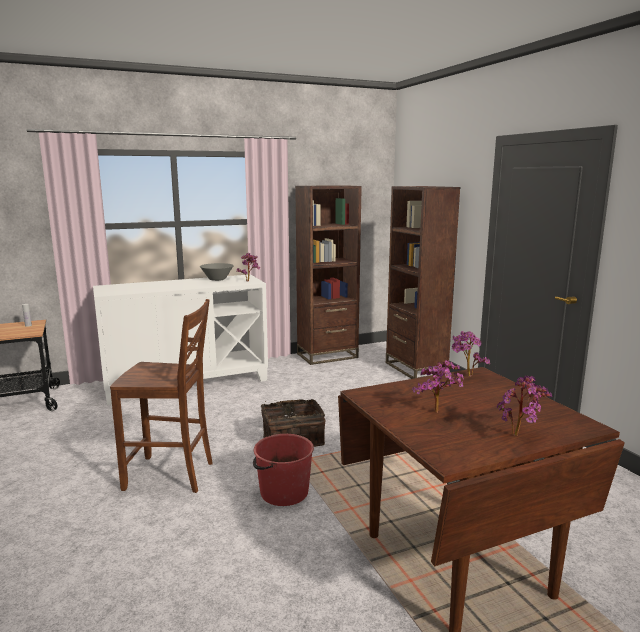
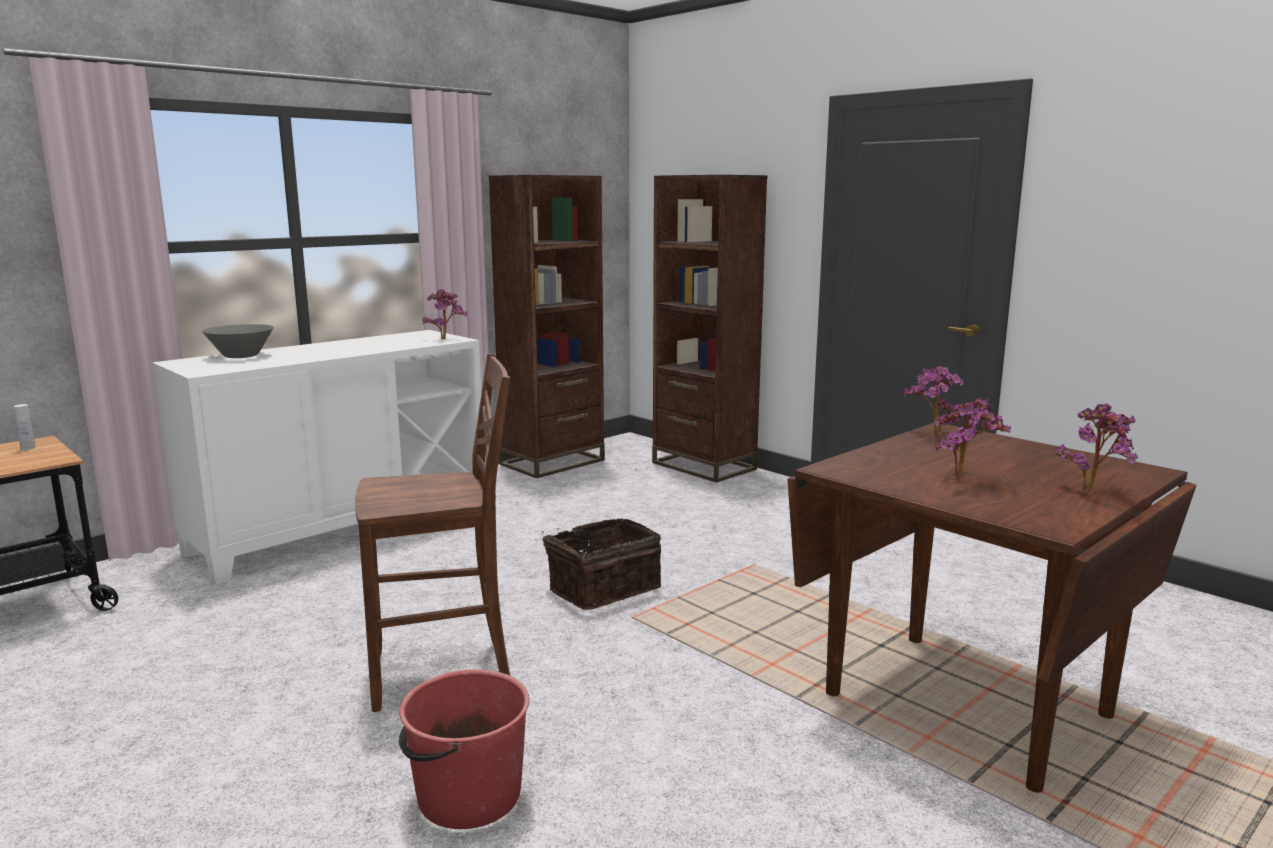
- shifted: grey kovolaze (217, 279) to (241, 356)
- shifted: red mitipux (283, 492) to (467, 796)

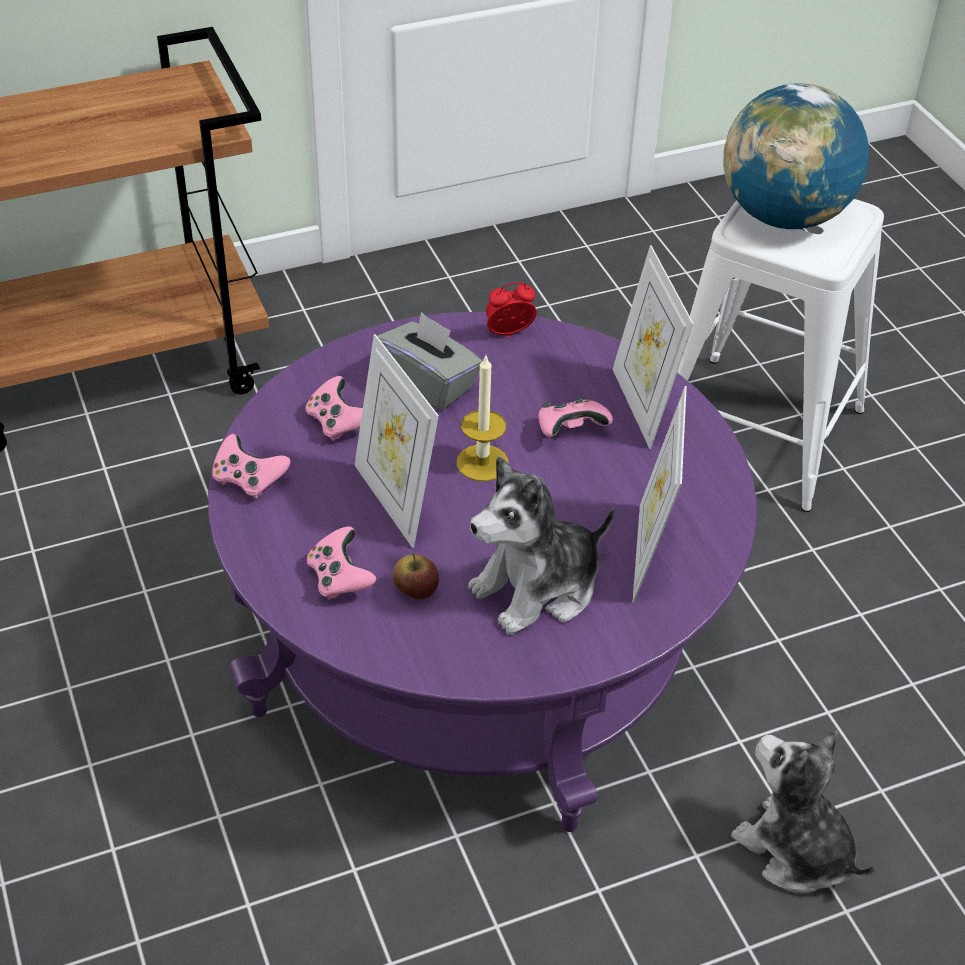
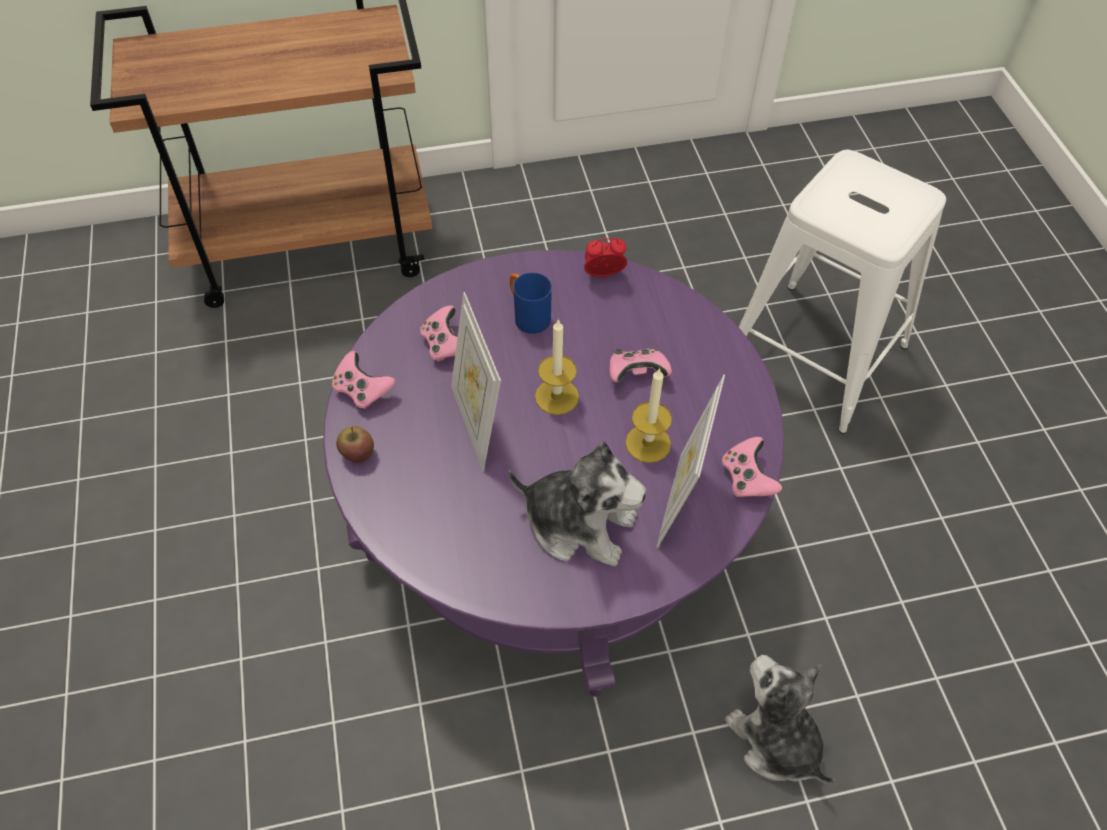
- gone: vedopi (643, 406)
- gone: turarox (784, 217)
- new: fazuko (648, 443)
- shifted: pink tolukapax (340, 579) to (747, 479)
- shifted: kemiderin (416, 590) to (357, 453)
- swapped: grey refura (428, 384) to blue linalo (527, 316)
- rotated: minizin (538, 588) = (579, 523) 135 degrees counterclockwise

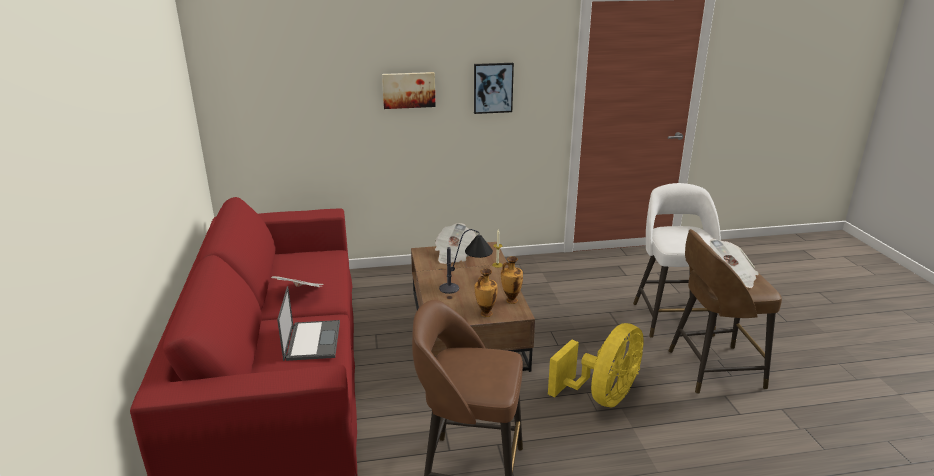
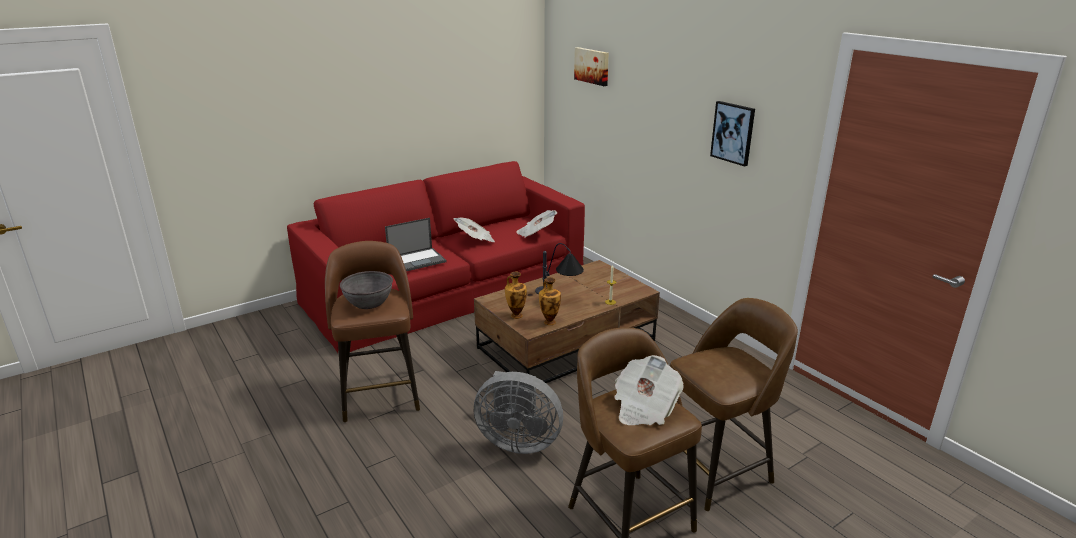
- new: grey kovolaze (369, 302)
- shifted: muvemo (408, 90) to (592, 66)
- shifted: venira (454, 254) to (536, 233)
- repainted: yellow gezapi (602, 396) to grey gezapi (518, 441)
- repainted: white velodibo (671, 317) to brown velodibo (716, 469)

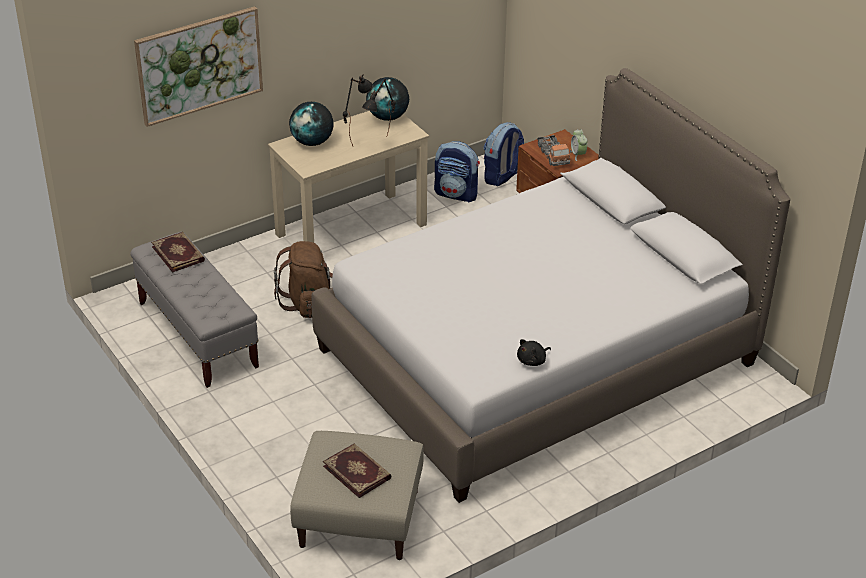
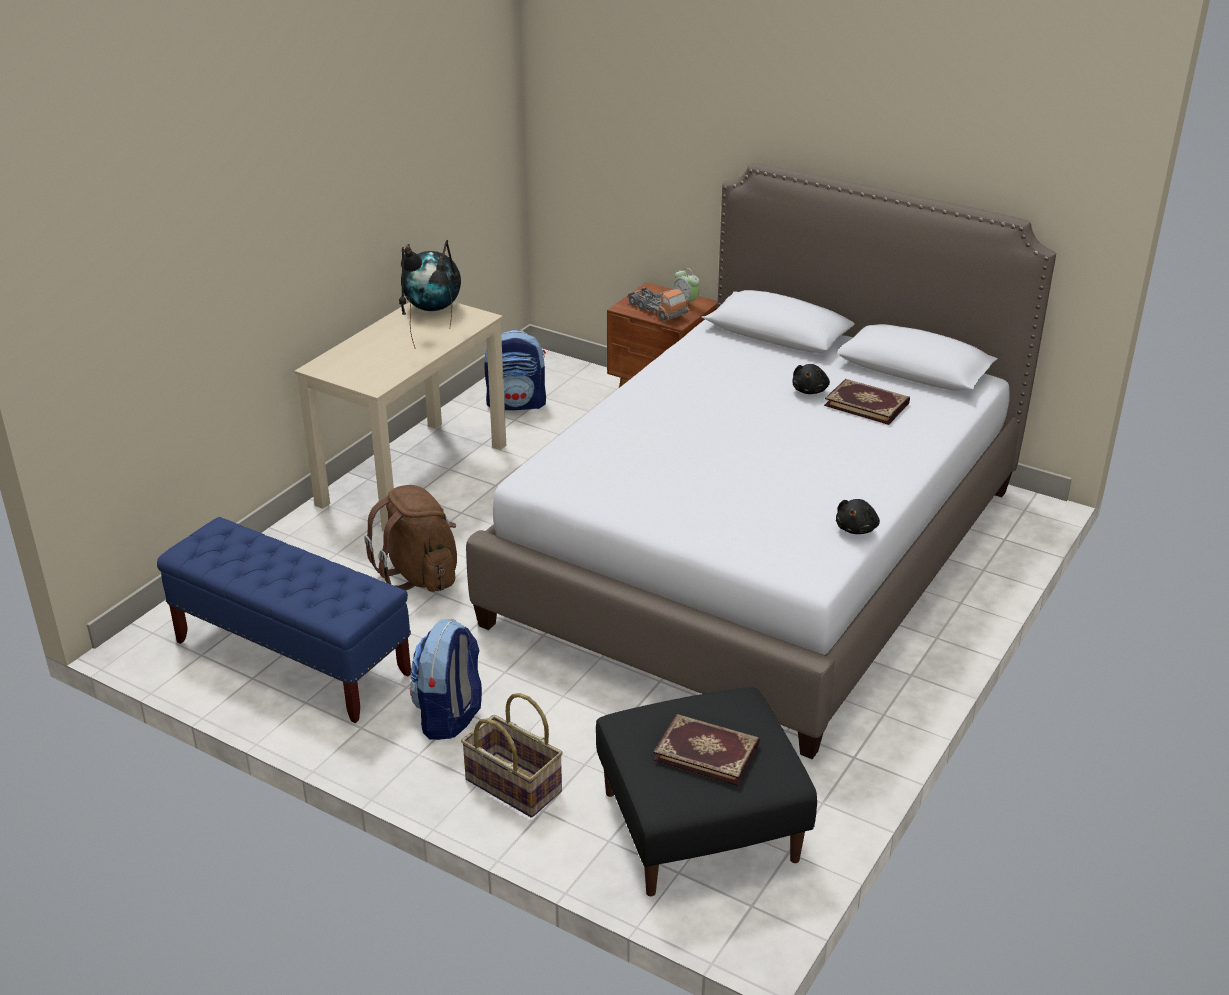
- gone: muvemo (199, 65)
- gone: turarox (312, 142)
- new: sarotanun (512, 786)
- new: black minizin (810, 390)
- shifted: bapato (179, 253) to (867, 404)
- shifted: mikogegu (502, 177) to (450, 716)
- repainted: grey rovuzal (197, 335) to blue rovuzal (292, 658)
- repainted: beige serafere (358, 518) to black serafere (699, 827)

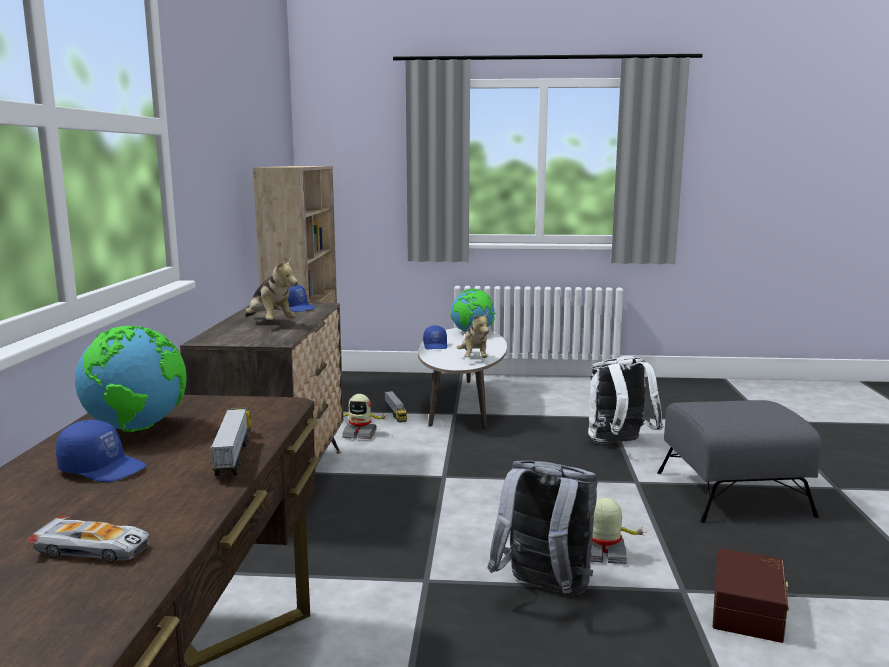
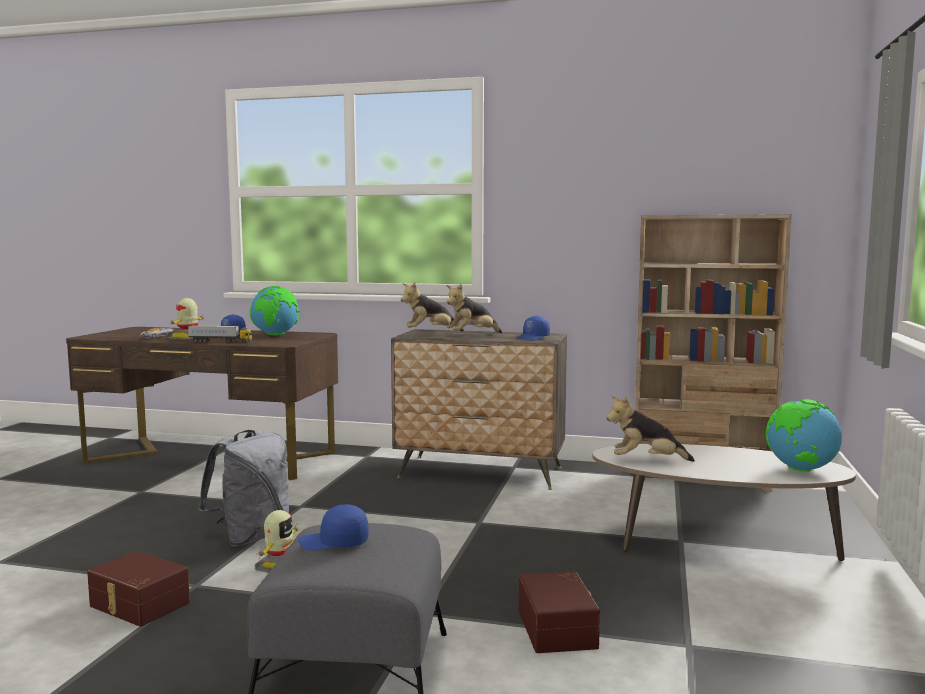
- gone: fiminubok (395, 413)
- new: minizin (430, 332)
- shifted: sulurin (360, 434) to (187, 338)
- shifted: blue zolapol (436, 346) to (333, 543)
- swapped: white mikogegu (619, 444) to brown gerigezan (559, 628)

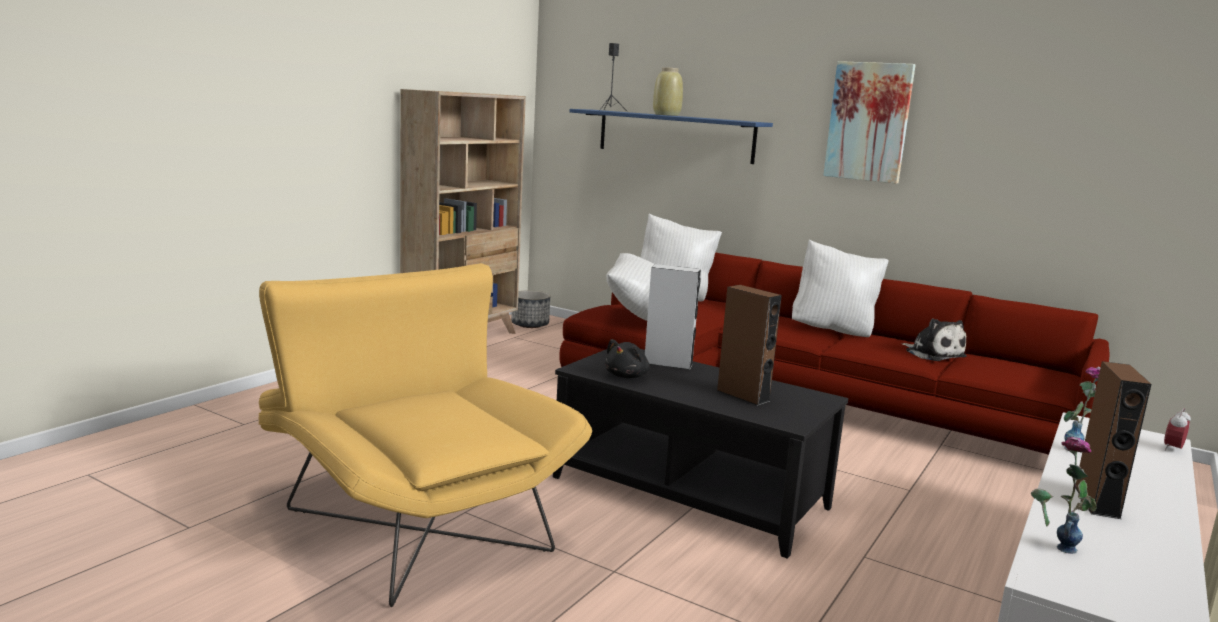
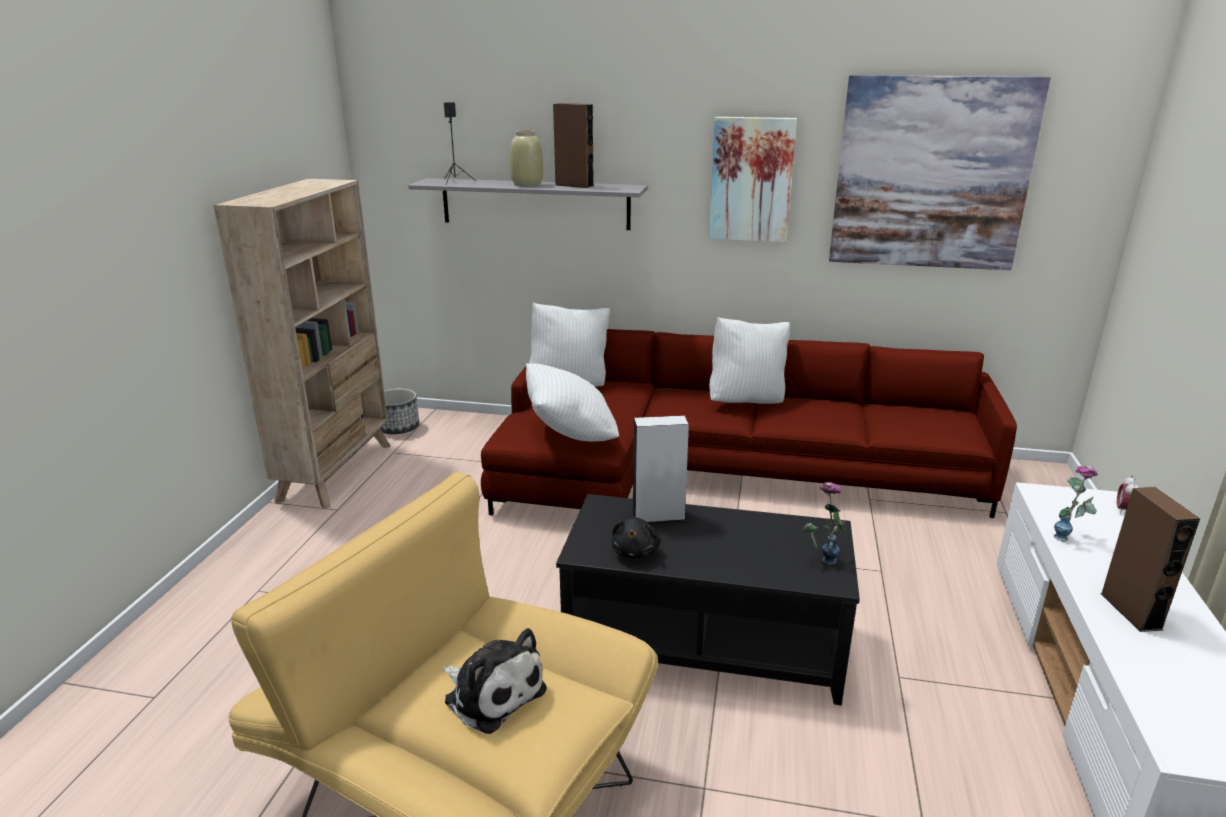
- new: muvemo (931, 174)
- shifted: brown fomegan (743, 396) to (574, 185)
- shifted: minizin (933, 354) to (492, 693)
- shifted: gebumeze (1051, 545) to (819, 560)
- repainted: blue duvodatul (675, 136) to grey duvodatul (535, 203)

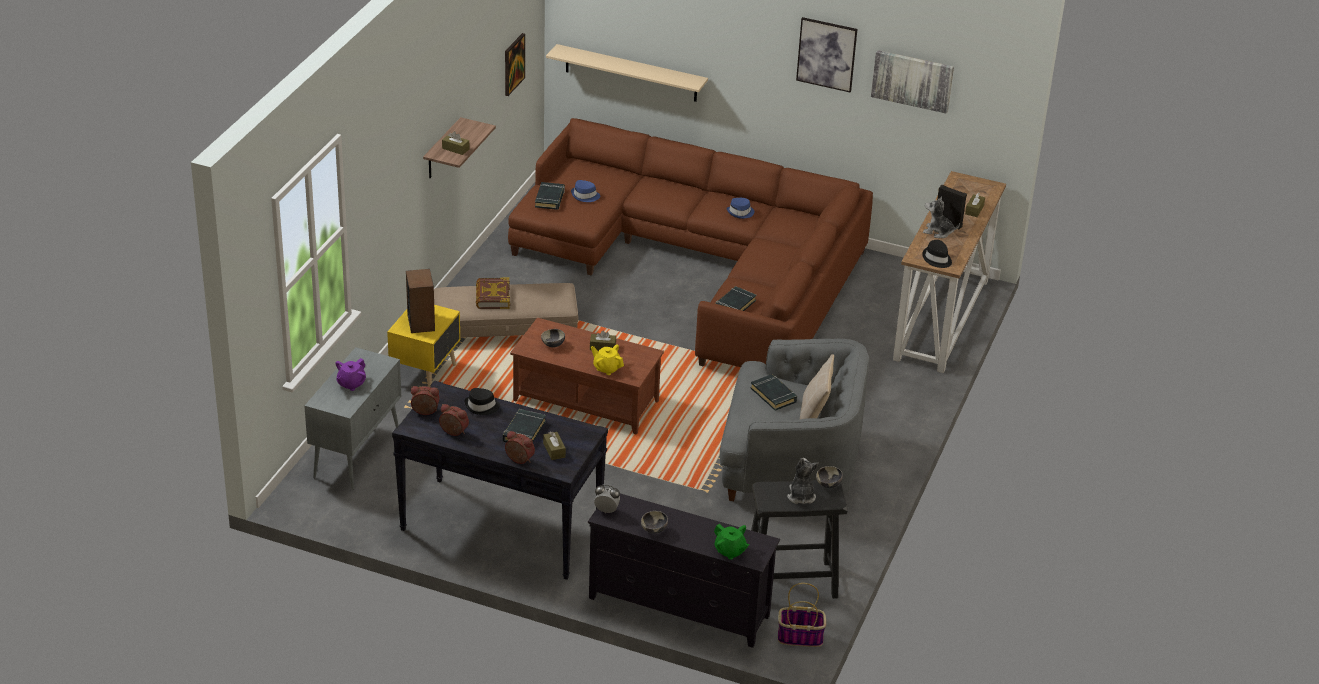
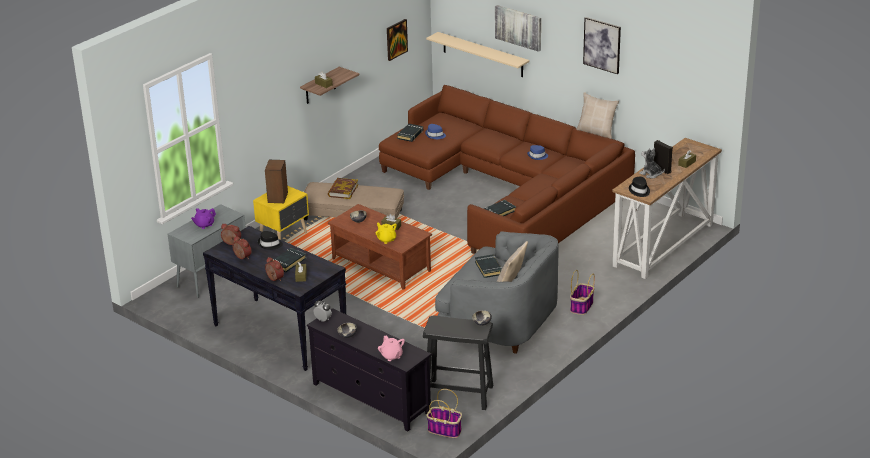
- gone: minizin (801, 496)
- new: sarotanun (581, 306)
- new: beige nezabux (596, 132)
- shifted: muvemo (912, 80) to (518, 27)
- repainted: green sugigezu (730, 551) to pink sugigezu (391, 356)

